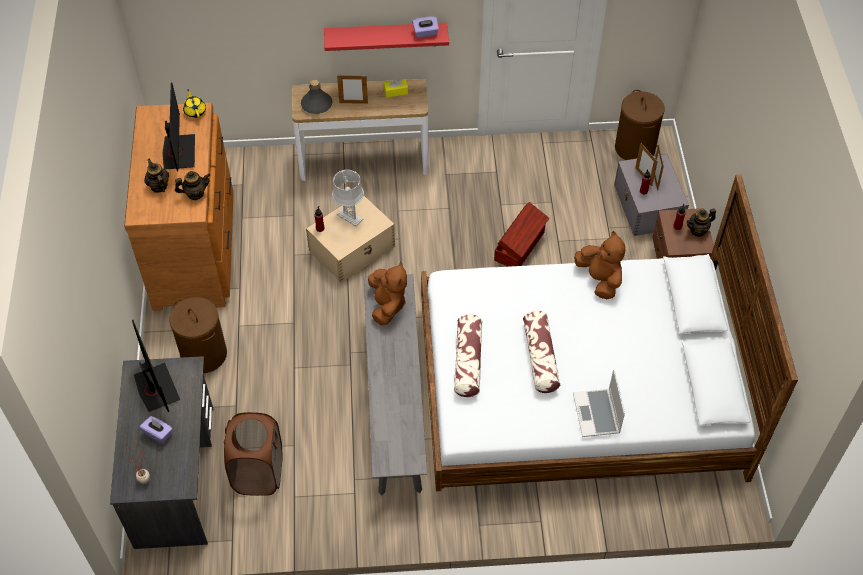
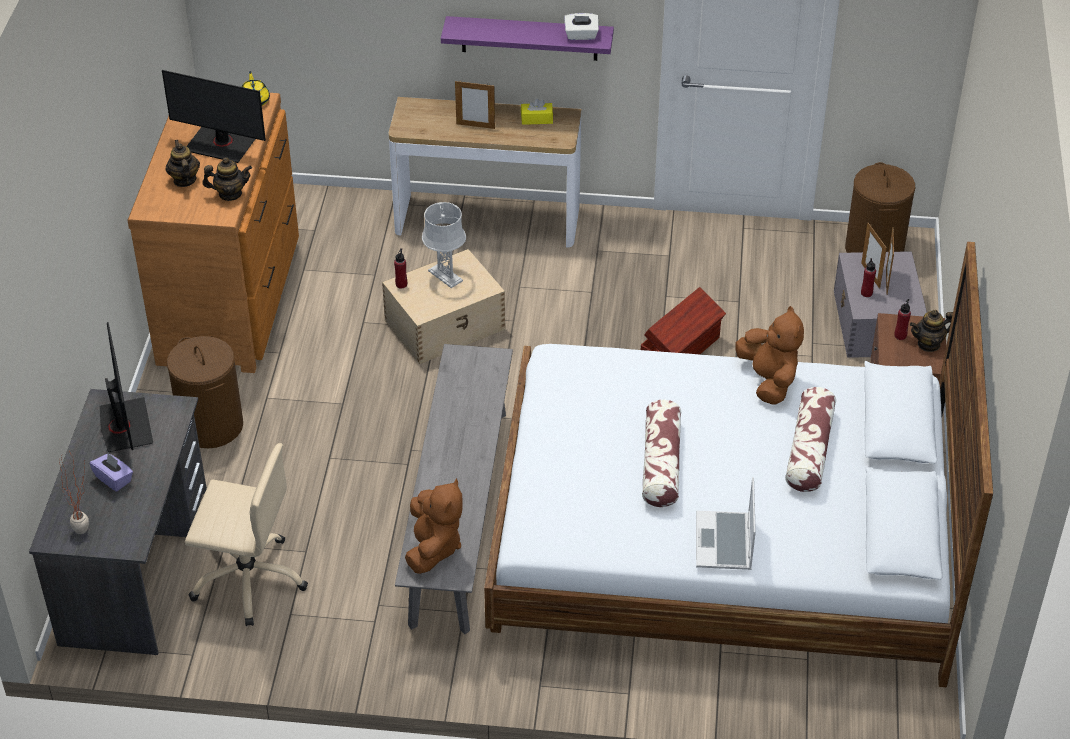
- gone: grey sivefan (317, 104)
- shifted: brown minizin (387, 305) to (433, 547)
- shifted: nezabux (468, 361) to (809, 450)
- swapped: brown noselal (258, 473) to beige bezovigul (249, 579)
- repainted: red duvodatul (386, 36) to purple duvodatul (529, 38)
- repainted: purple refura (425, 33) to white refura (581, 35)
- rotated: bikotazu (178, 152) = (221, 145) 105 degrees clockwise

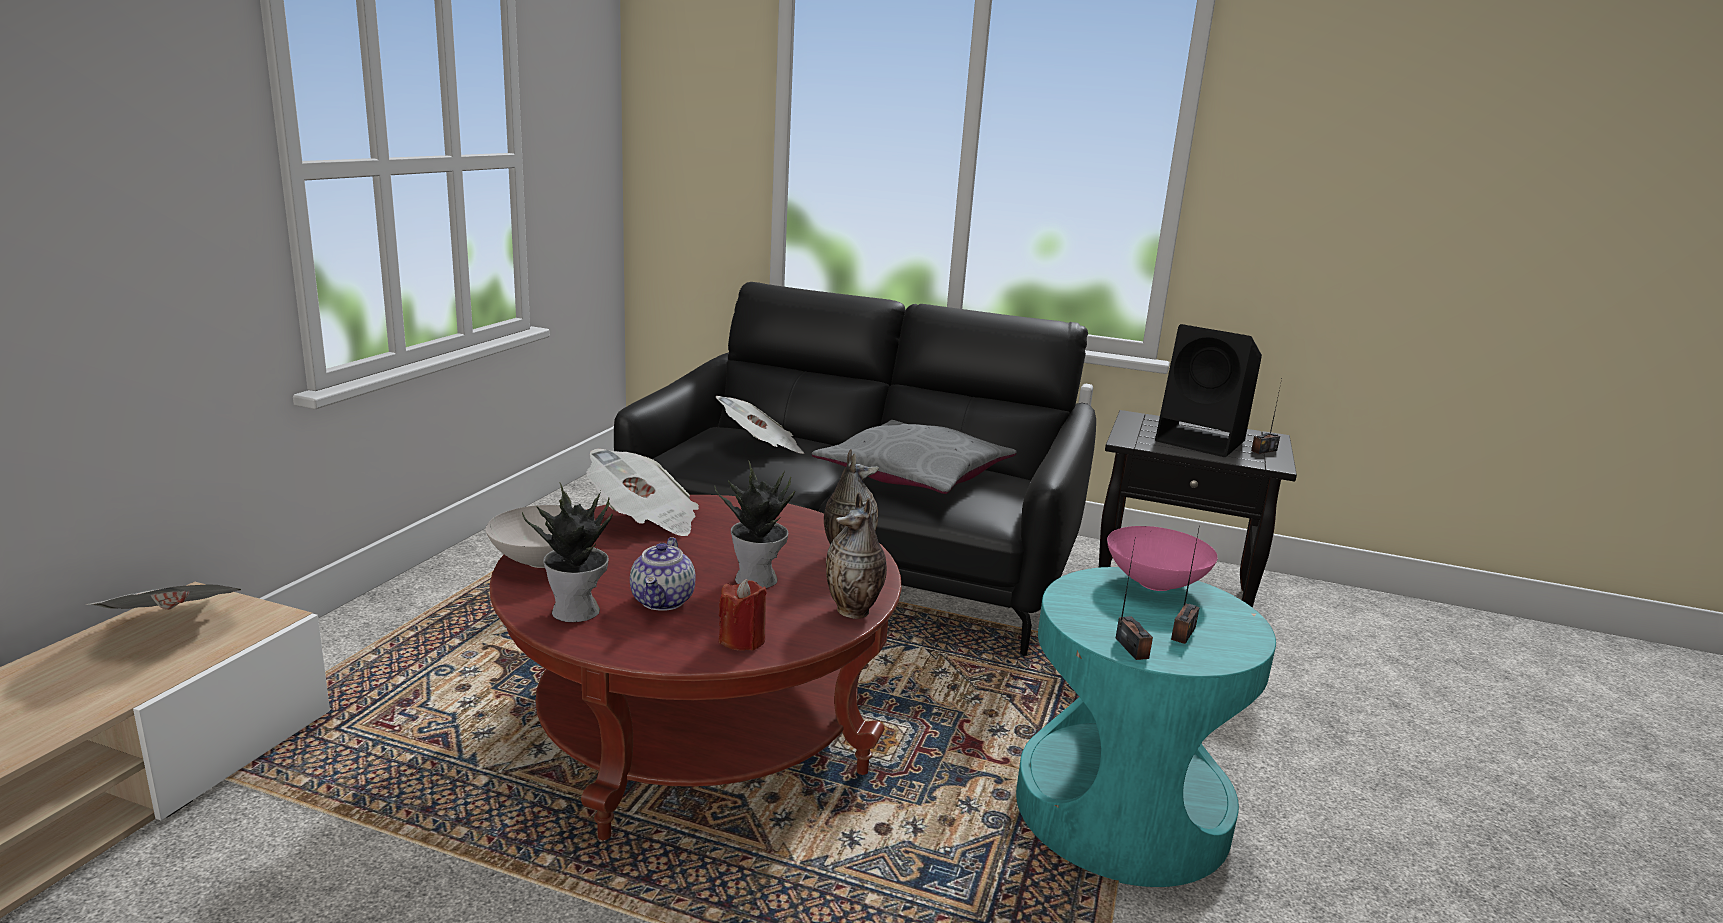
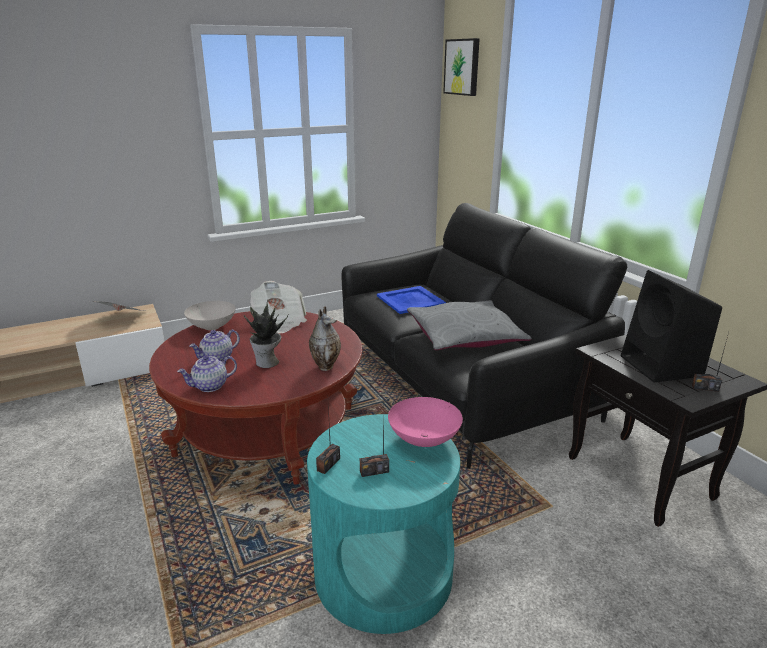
- gone: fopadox (578, 611)
- gone: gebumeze (855, 611)
- new: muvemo (462, 67)
- swapped: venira (761, 447) to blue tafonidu (411, 300)
- swapped: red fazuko (742, 640) to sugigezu (210, 386)

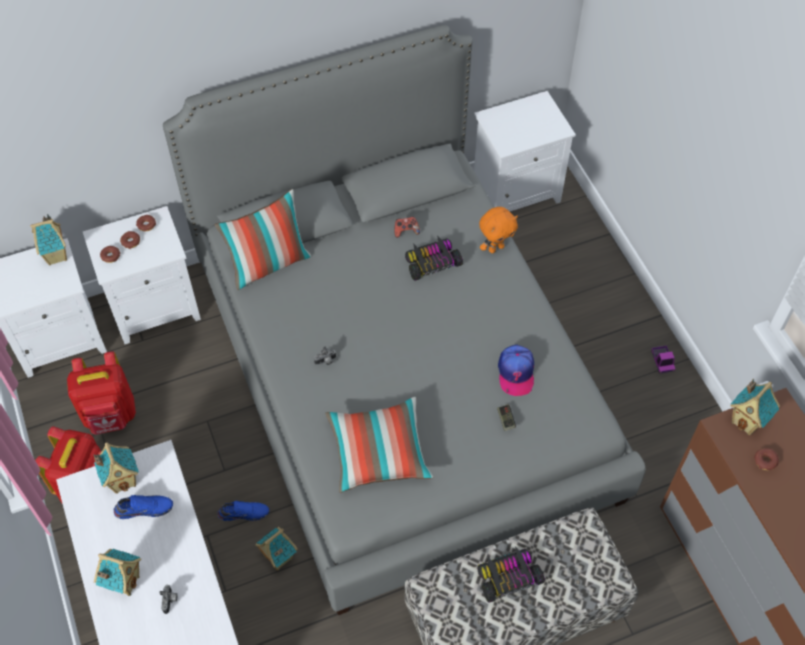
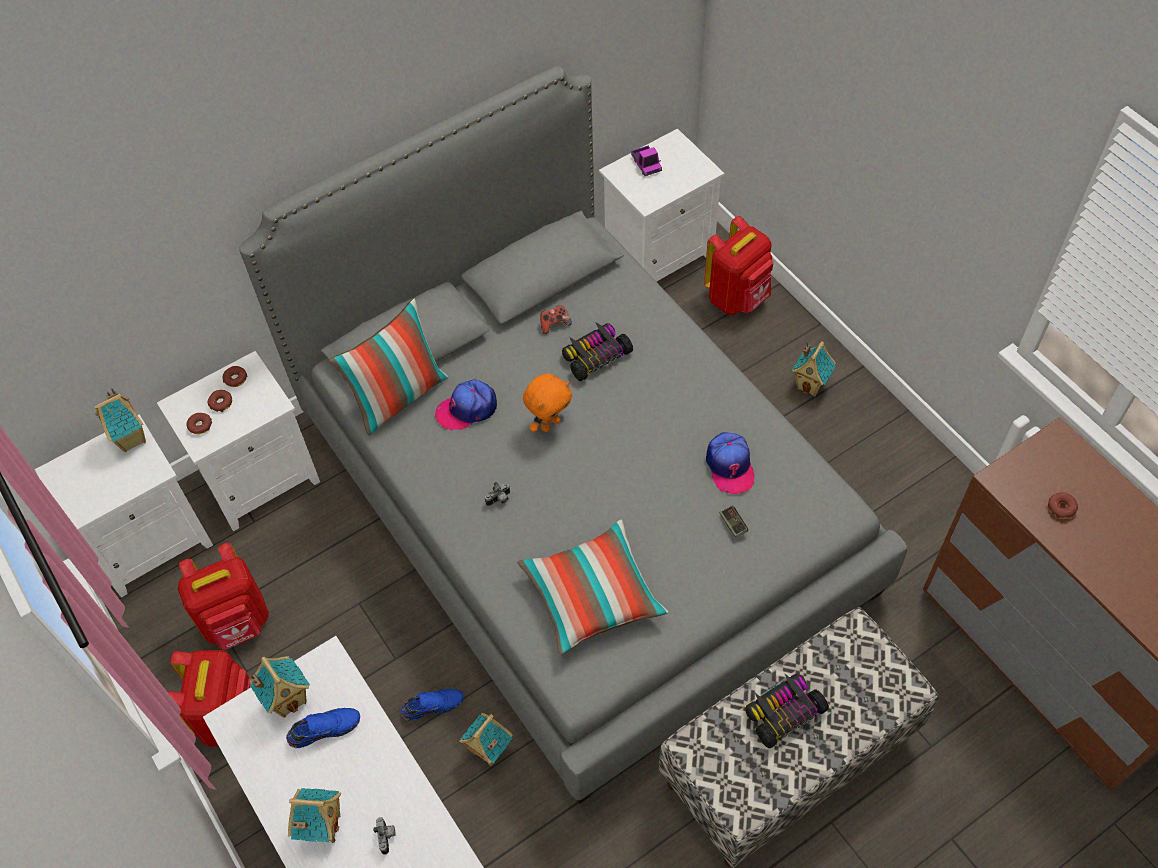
- new: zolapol (467, 409)
- new: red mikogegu (737, 298)
- shifted: orange minizin (495, 248) to (549, 424)
- shifted: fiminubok (662, 361) to (646, 164)
- shifted: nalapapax (747, 422) to (810, 385)

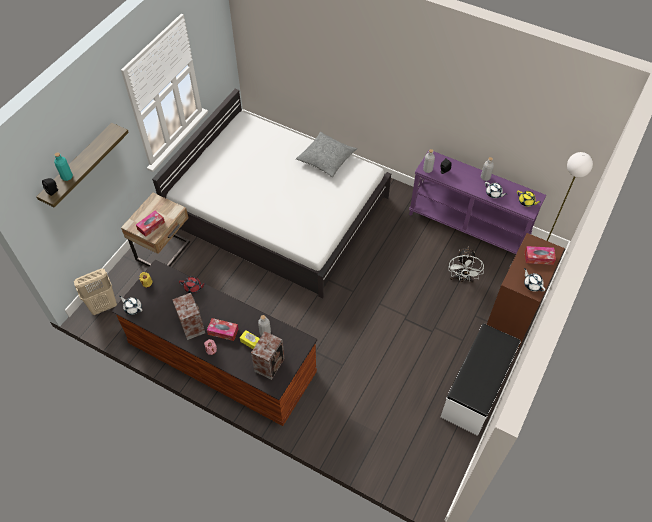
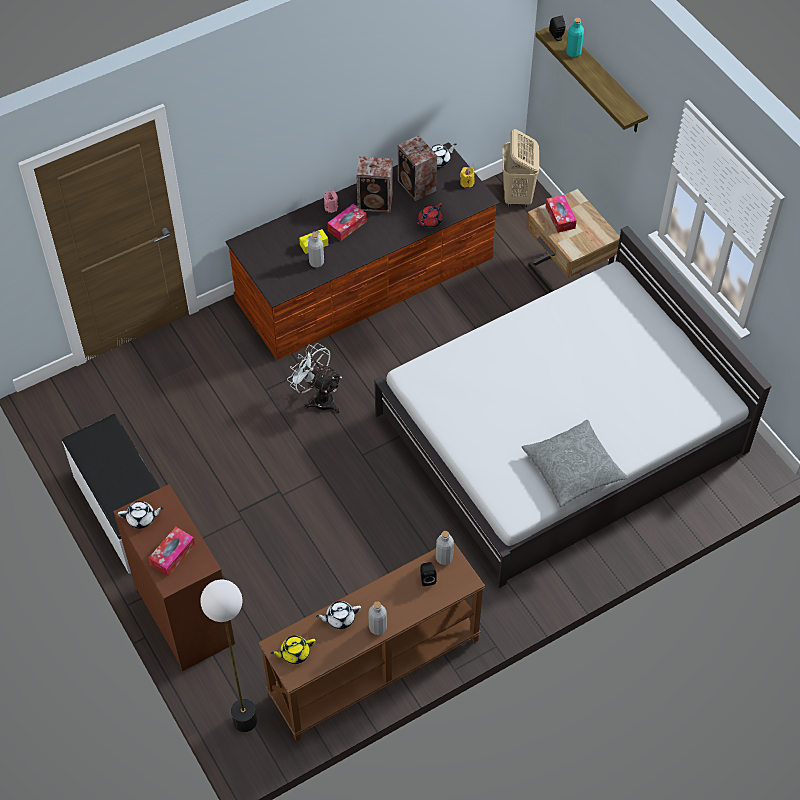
- shifted: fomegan (270, 364) to (417, 187)
- shifted: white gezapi (461, 279) to (318, 398)
- repainted: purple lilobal (468, 225) to brown lilobal (374, 669)

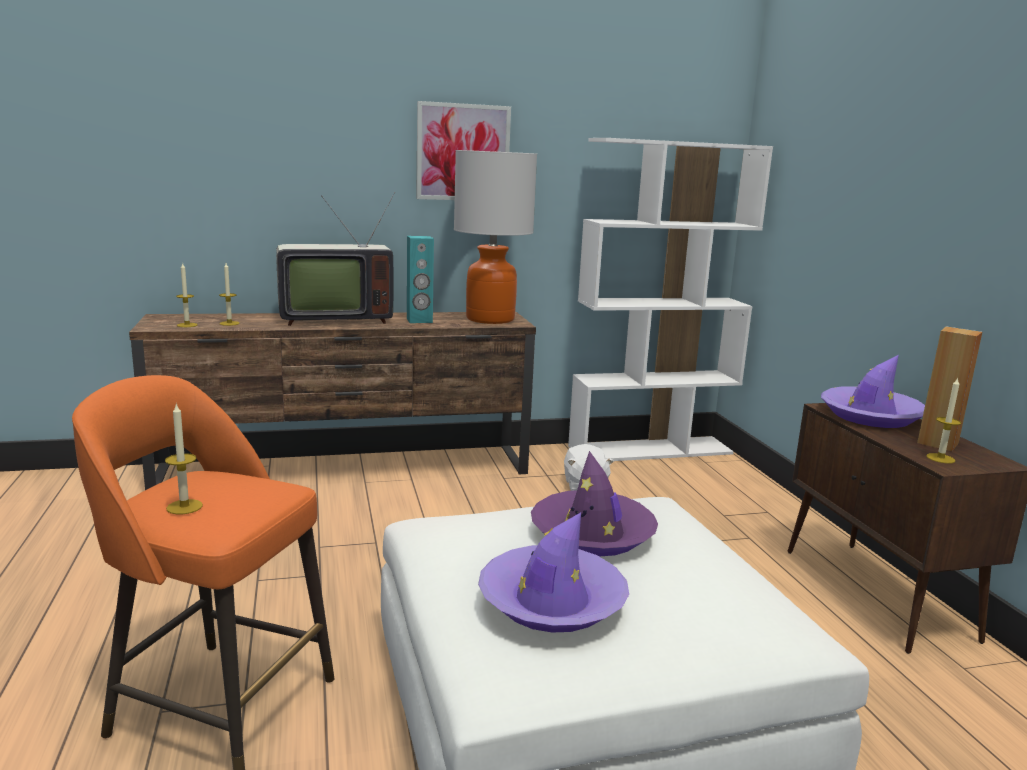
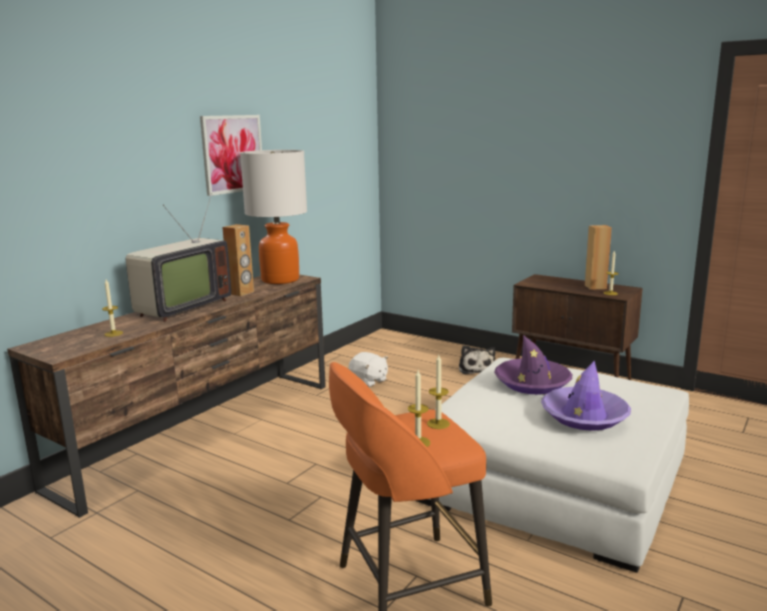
- gone: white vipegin (651, 449)
- gone: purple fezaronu (870, 416)
- new: minizin (476, 369)
- shifted: fazuko (187, 325) to (438, 423)
- repainted: turquoise fomegan (419, 320) to brown fomegan (241, 293)

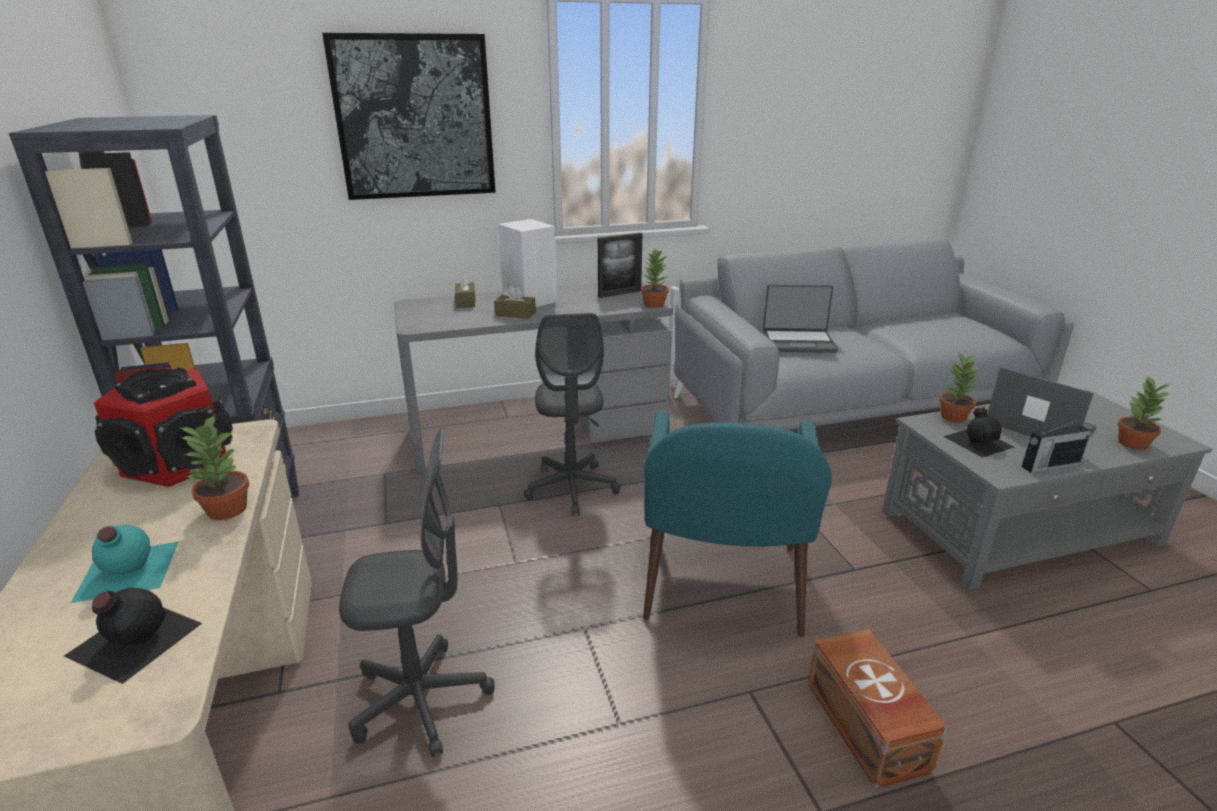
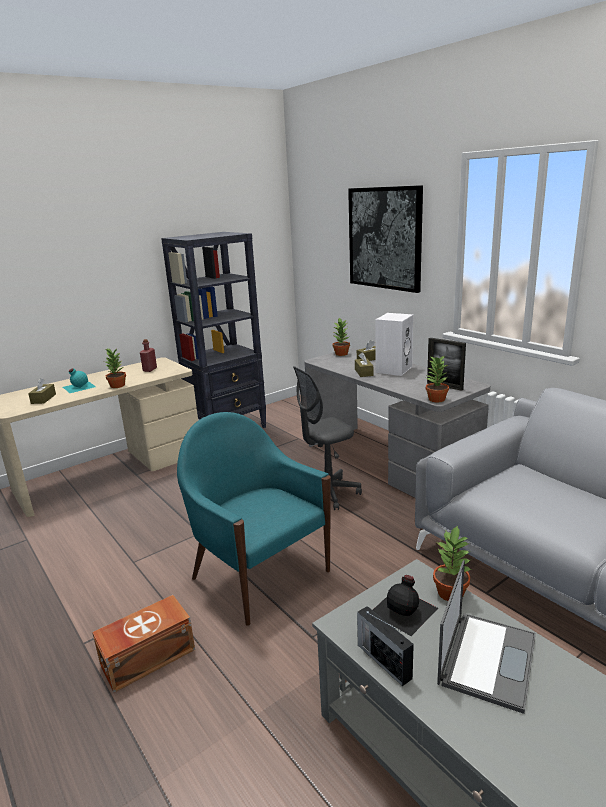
- gone: grey bezovigul (421, 700)
- gone: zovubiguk (798, 342)
- shifted: fopadox (1131, 443) to (341, 354)
- swapped: black sivefan (132, 639) to brown refura (43, 399)
- swapped: fomegan (179, 461) to red sivefan (150, 369)
- rotated: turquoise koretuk (722, 585) = (259, 573) 60 degrees clockwise

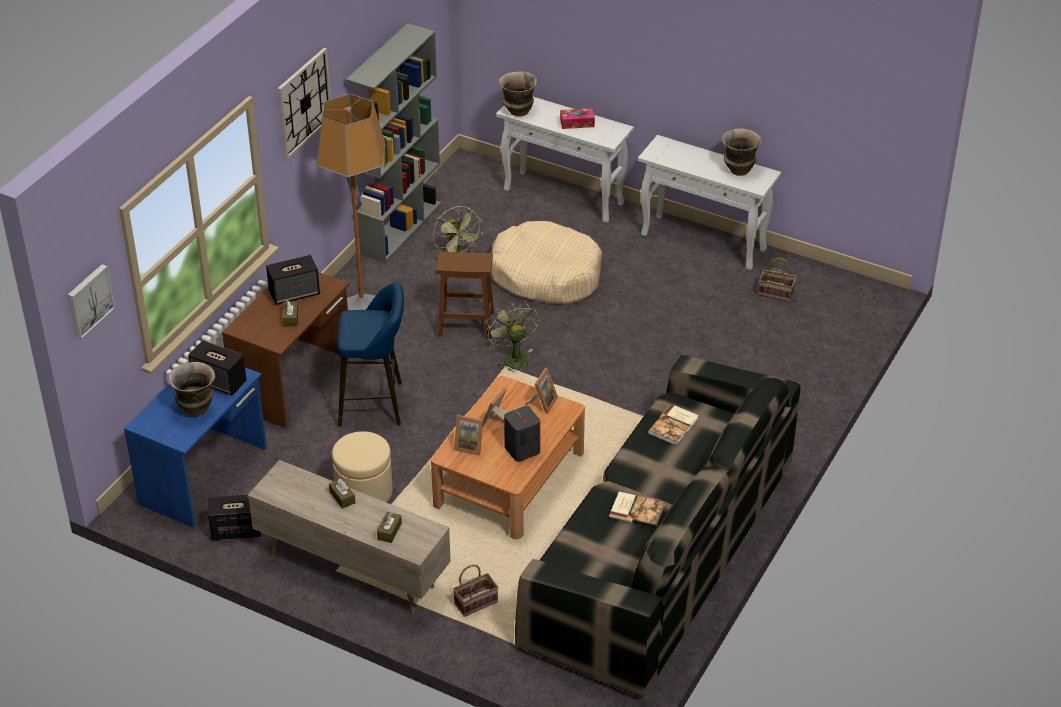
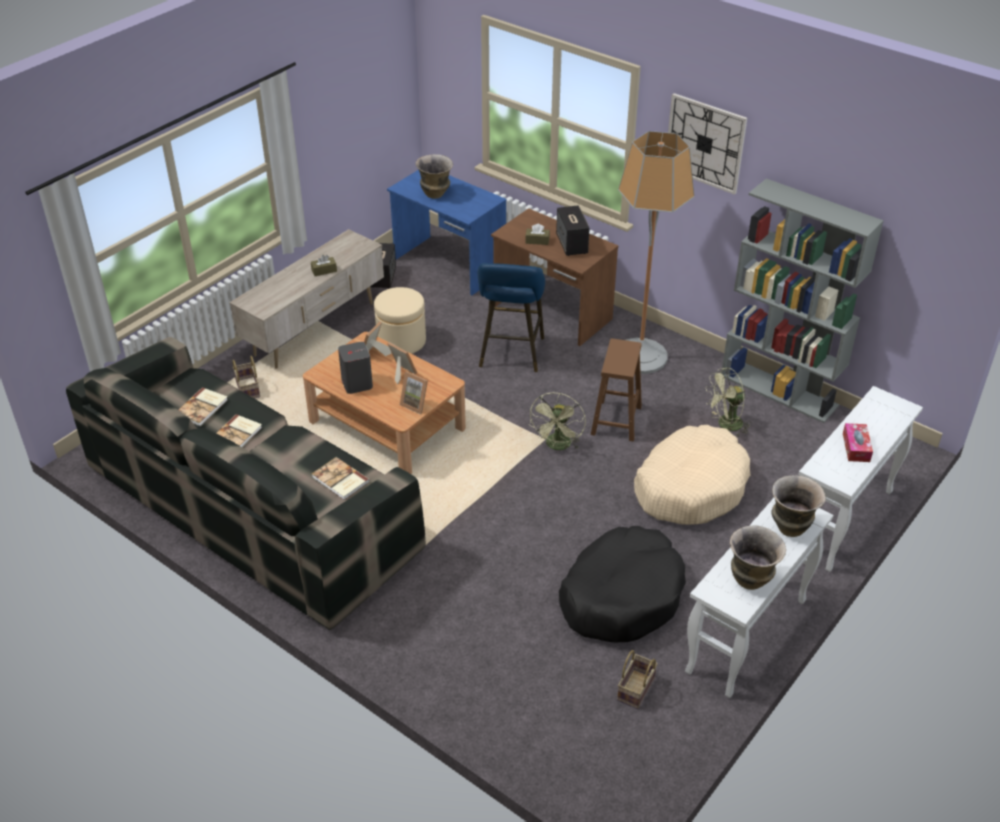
- gone: muvemo (88, 300)
- gone: fomegan (220, 382)
- gone: brown refura (389, 531)
- new: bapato (202, 408)
- new: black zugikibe (621, 596)
- shifted: gebumeze (517, 112) to (790, 527)
- rotated: green gezapi (513, 357) = (558, 446) 120 degrees clockwise

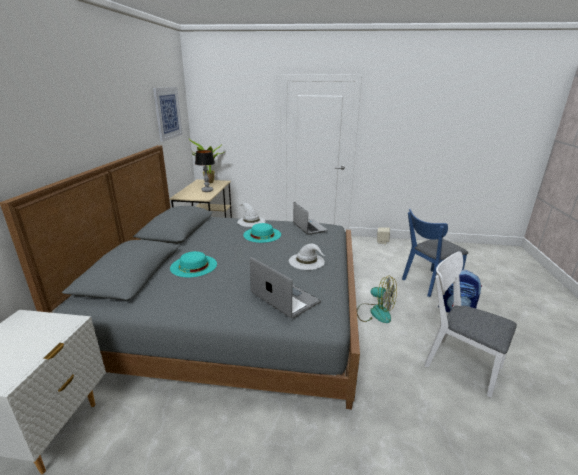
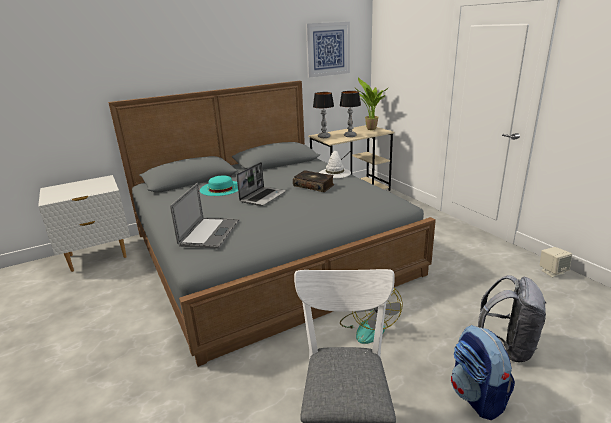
- gone: white fezaronu (307, 261)
- new: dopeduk (324, 137)
- shifted: zovubiguk (309, 227) to (263, 197)
- swapped: turquoise fezaronu (262, 234) to bapato (314, 186)
- swapped: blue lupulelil (427, 283) to grey mikogegu (507, 347)

